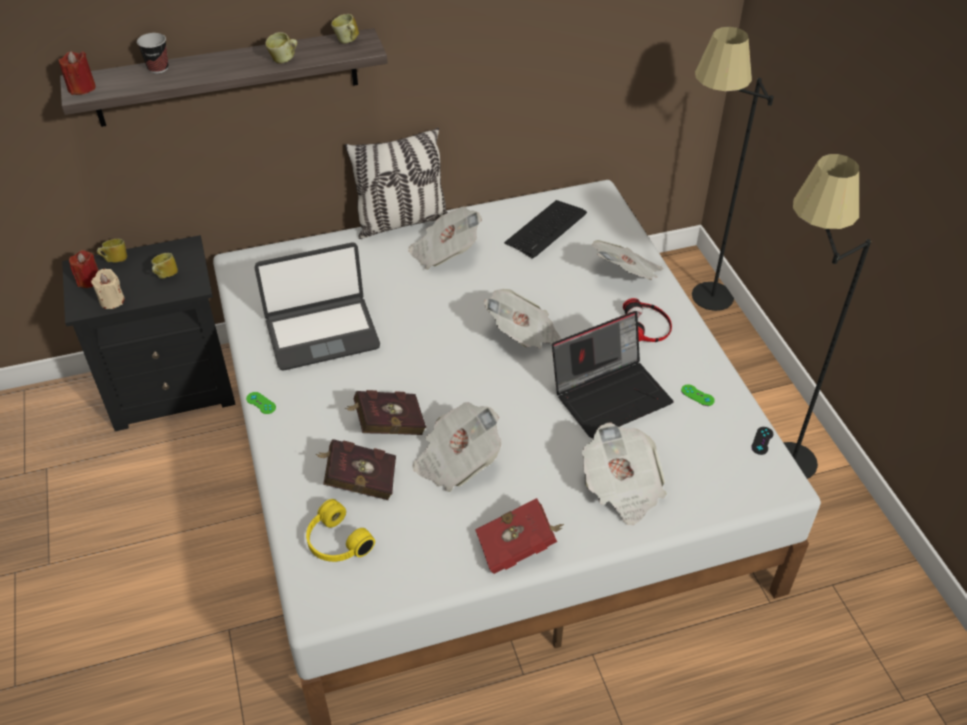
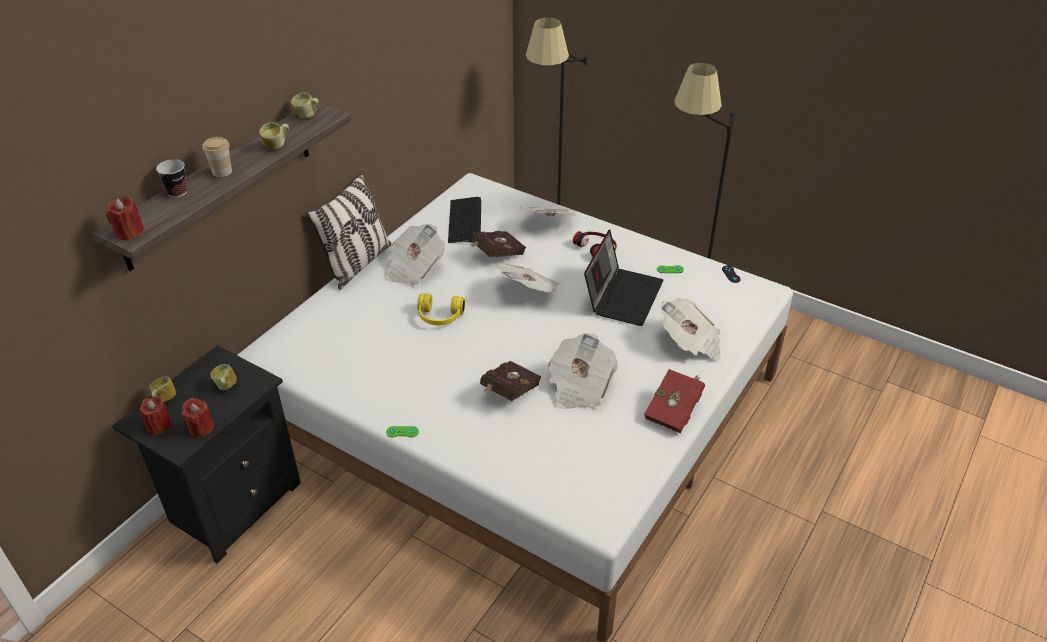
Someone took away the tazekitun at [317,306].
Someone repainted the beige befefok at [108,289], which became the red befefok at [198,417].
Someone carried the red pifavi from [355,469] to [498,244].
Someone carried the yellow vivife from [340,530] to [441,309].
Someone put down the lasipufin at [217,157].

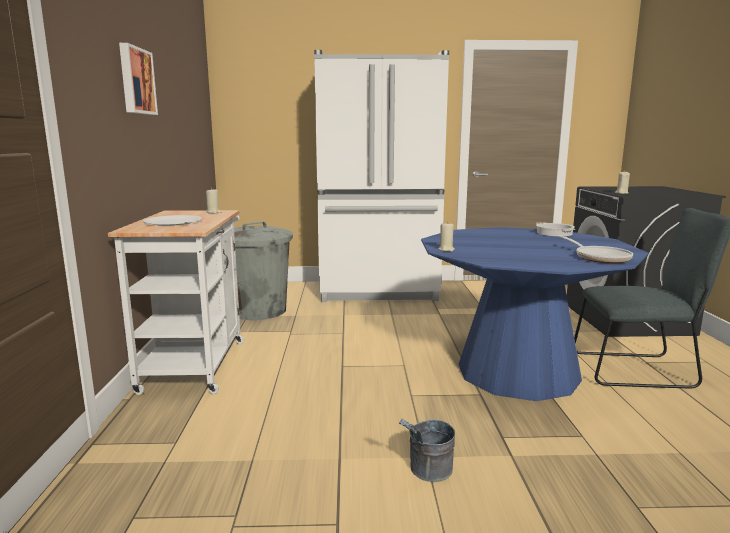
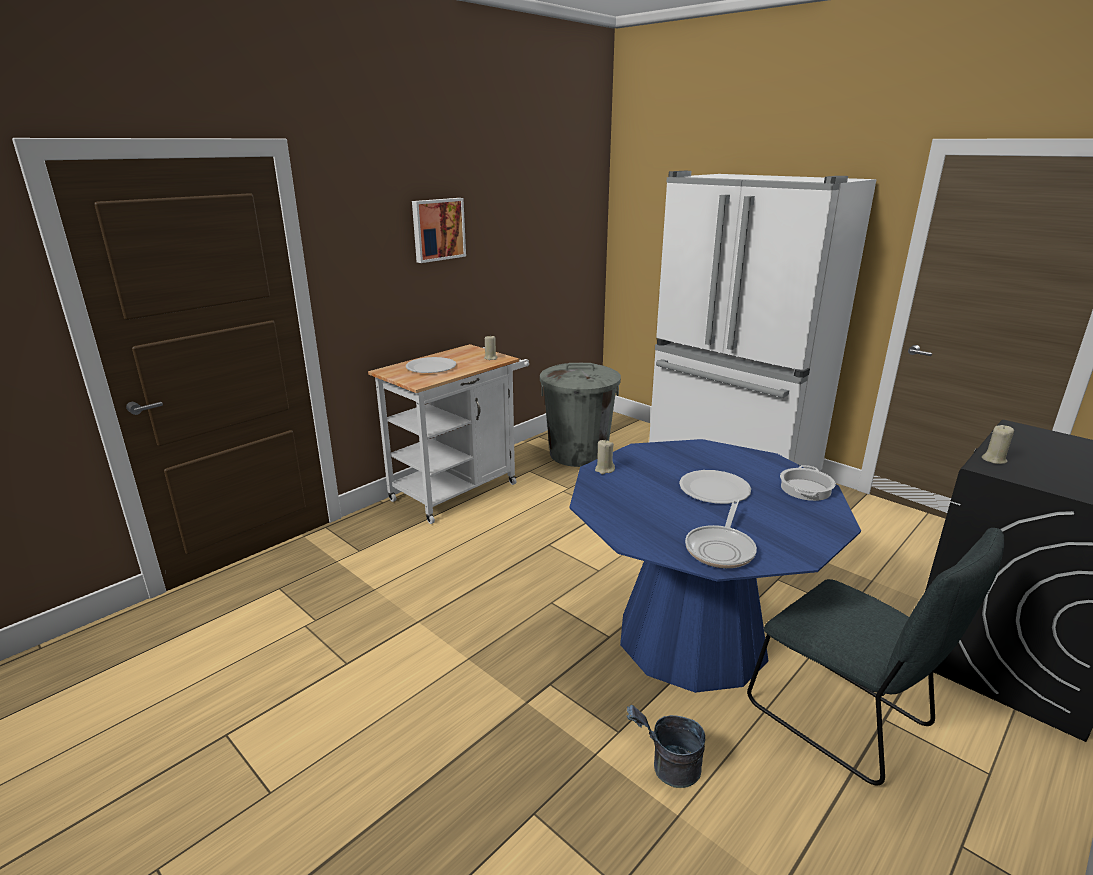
Someone carried the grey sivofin from [427,450] to [666,746].
Someone put down the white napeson at [715,487].

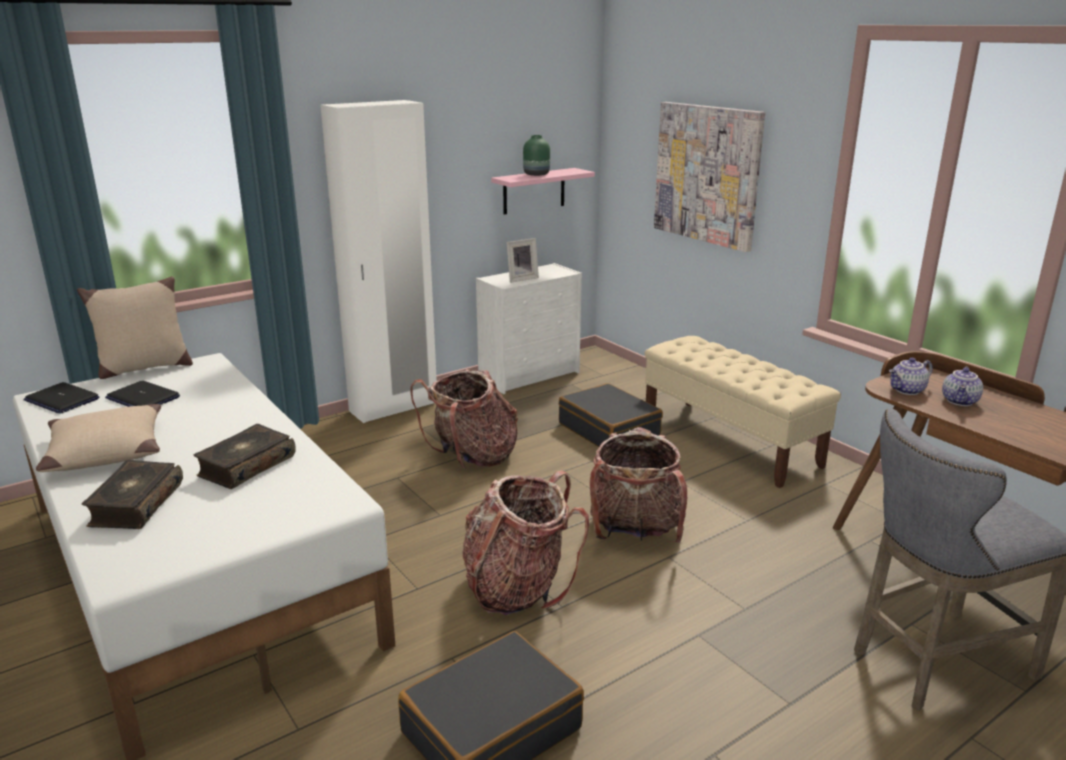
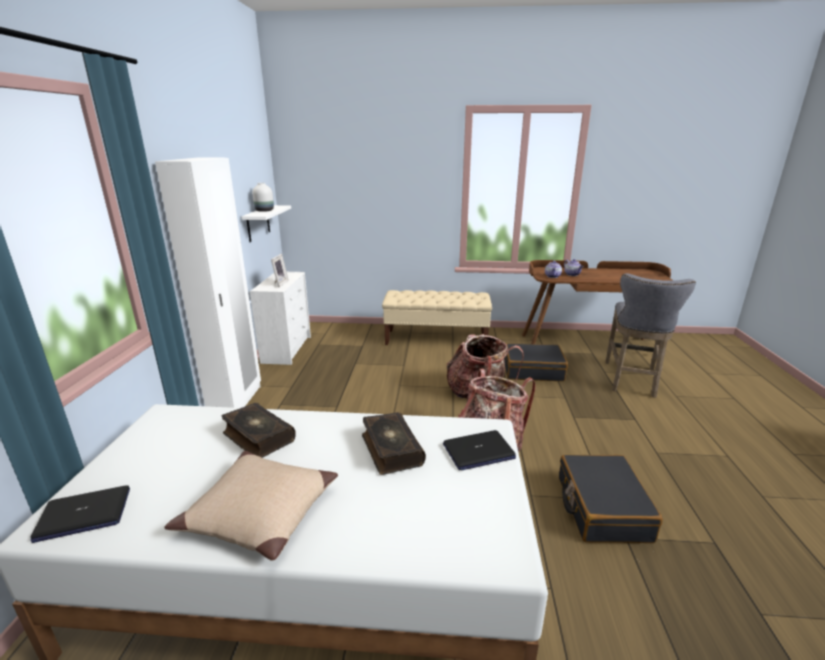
Someone took away the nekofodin at [709,177].
Someone repainted the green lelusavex at [536,155], which became the white lelusavex at [263,197].
Someone repainted the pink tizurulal at [543,191], which became the white tizurulal at [266,223].
Someone took away the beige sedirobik at [135,327].
Someone took away the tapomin at [464,419].
Someone carried the tazekitun from [142,393] to [479,450].
Someone carried the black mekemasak from [611,415] to [536,362].
Someone carried the pifavi from [132,494] to [259,430].

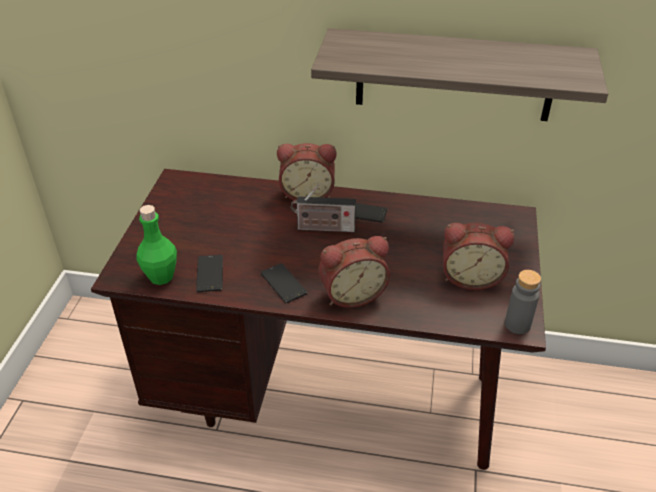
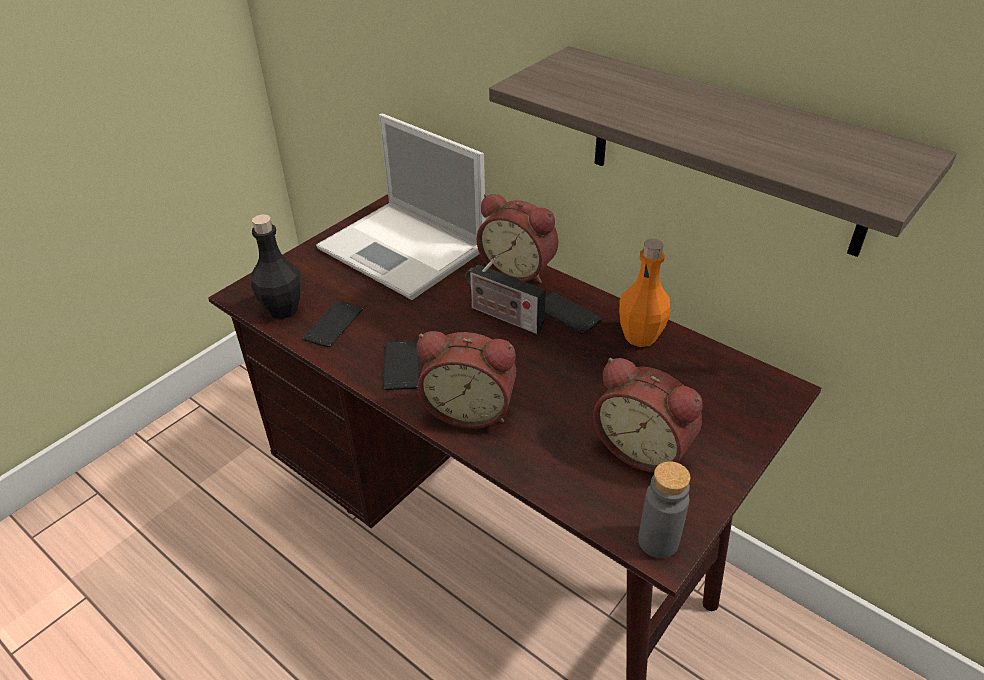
Someone repainted the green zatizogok at [157,245], which became the black zatizogok at [276,266].
Someone put down the tazekitun at [401,207].
Someone put down the orange zatizogok at [644,293].

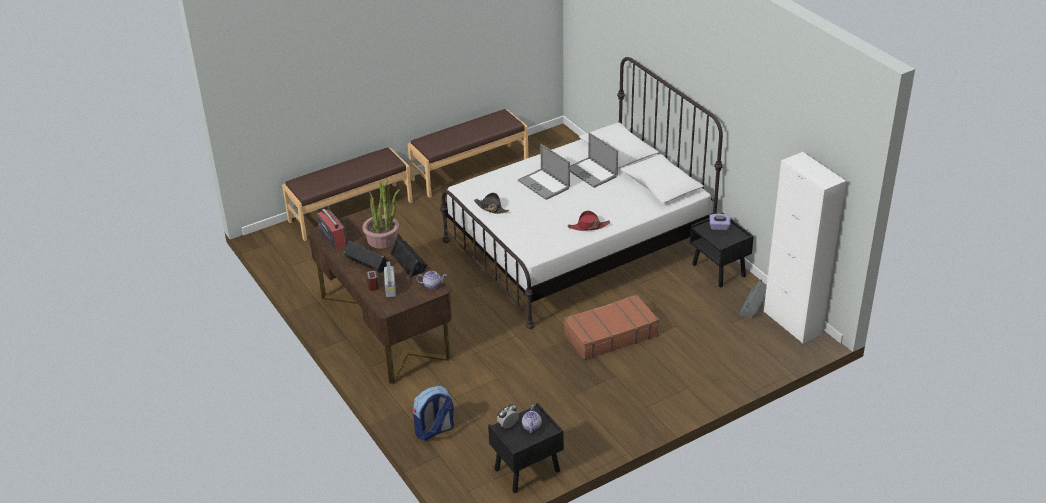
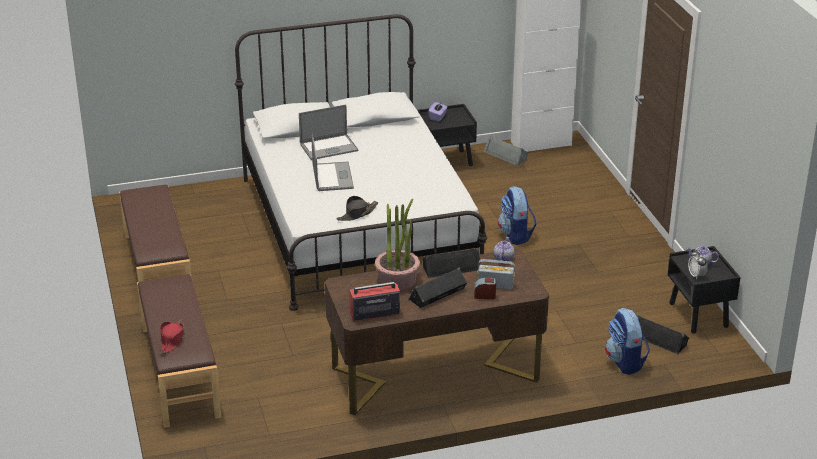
Someone rotated the tazekitun at [544,172] by 75 degrees counterclockwise.
Someone carried the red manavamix from [589,221] to [172,337].
Someone swapped the brown mekemasak at [611,327] for the tapomin at [517,215].
Someone put down the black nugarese at [663,335].

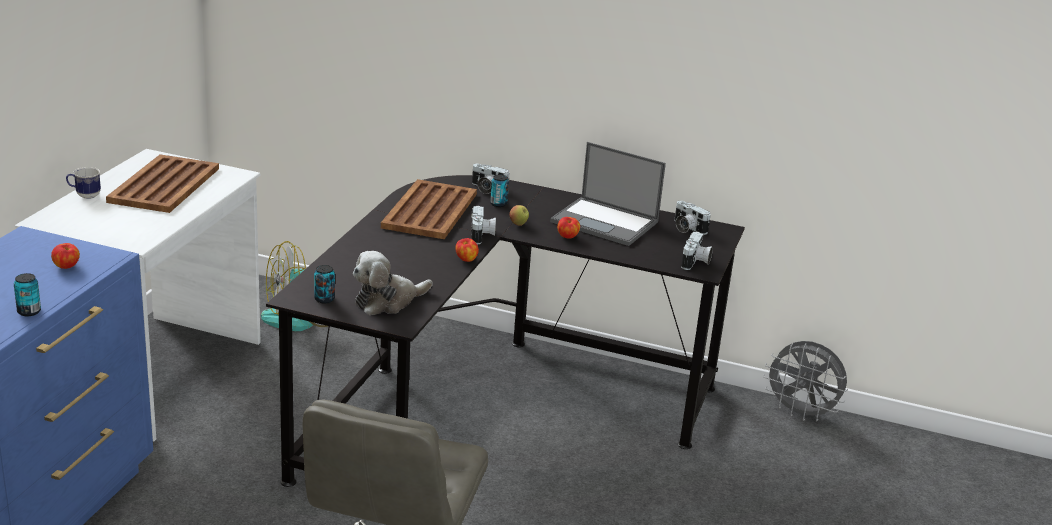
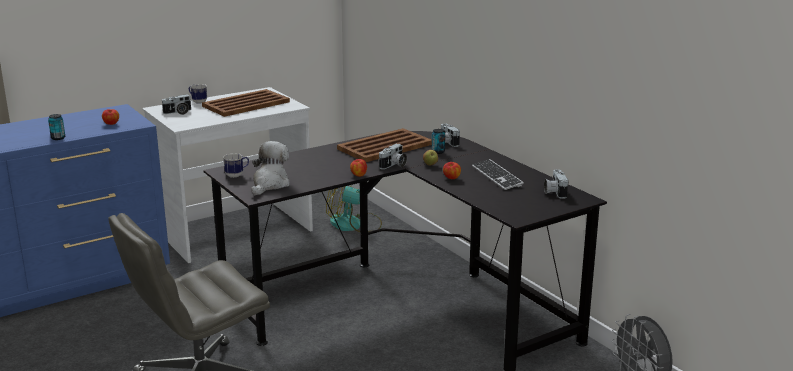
Someone swapped the tazekitun at [608,194] for the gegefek at [498,174].
Someone carried the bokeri from [697,251] to [176,104].
Someone rotated the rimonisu at [392,283] by 105 degrees clockwise.
Someone swapped the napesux at [324,284] for the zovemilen at [236,165].

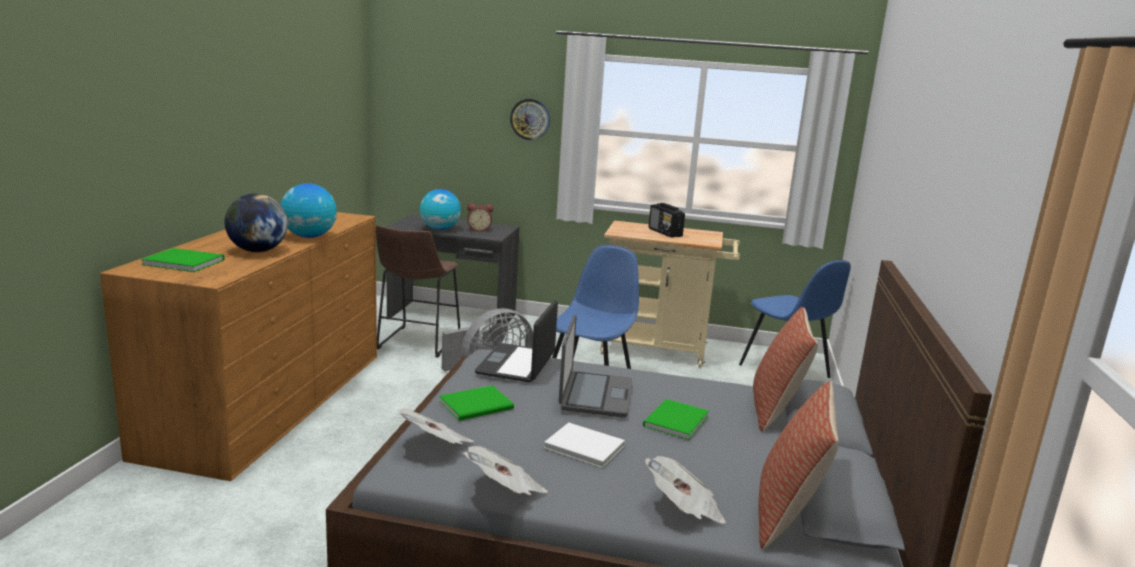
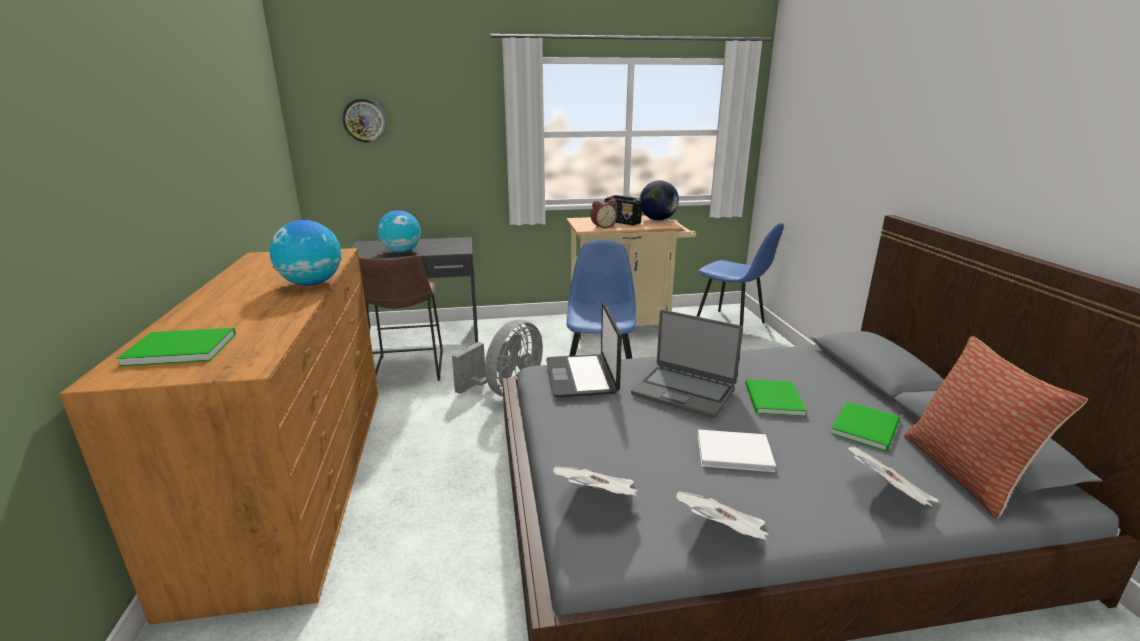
Someone carried the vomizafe from [530,119] to [364,121].
Someone carried the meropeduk from [256,222] to [659,200].
Someone carried the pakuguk from [480,217] to [604,213].
Someone took away the sedirobik at [785,369].
Someone rotated the tazekitun at [595,366] by 135 degrees clockwise.
Someone carried the green pifavi from [476,403] to [865,426].

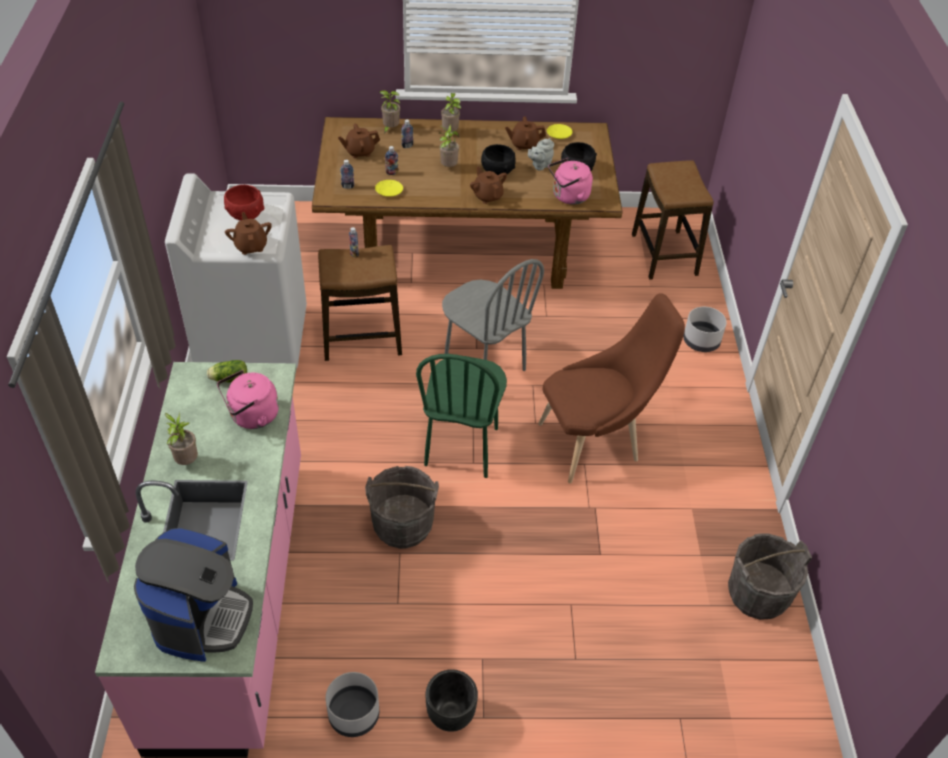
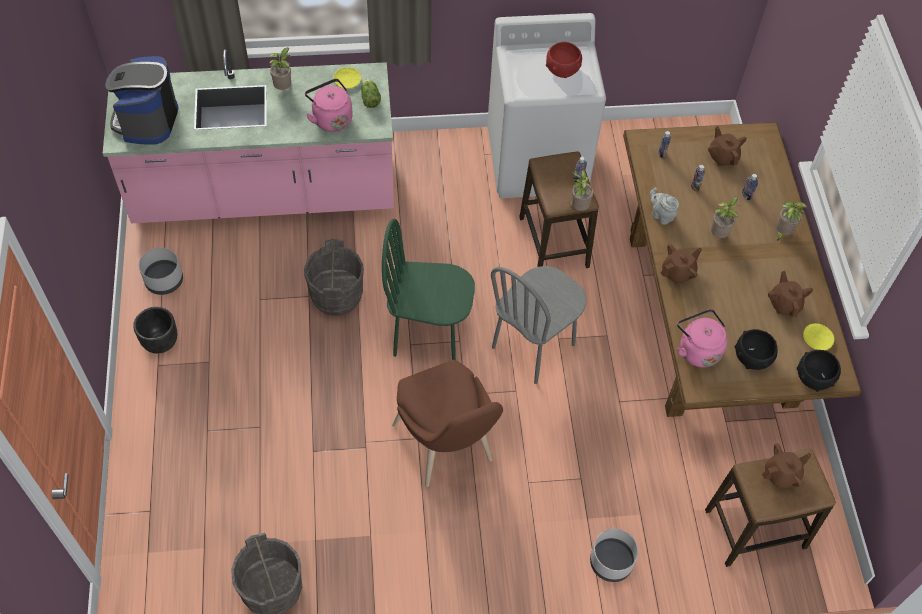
Someone carried the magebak from [389,111] to [581,190].
Someone carried the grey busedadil from [541,154] to [664,206].
Someone carried the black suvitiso from [498,159] to [819,371].
Someone carried the yellow napeson from [389,188] to [347,78].
Someone carried the brown busedadil from [248,233] to [787,465].
Someone rotated the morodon at [193,595] by 90 degrees clockwise.

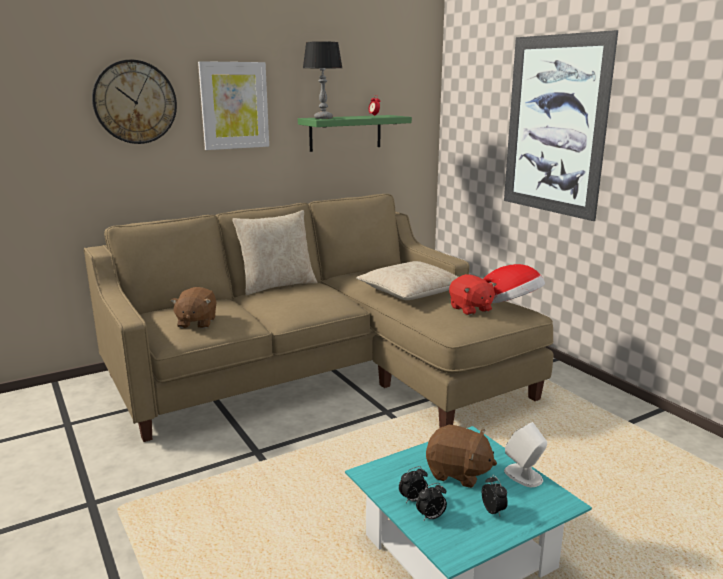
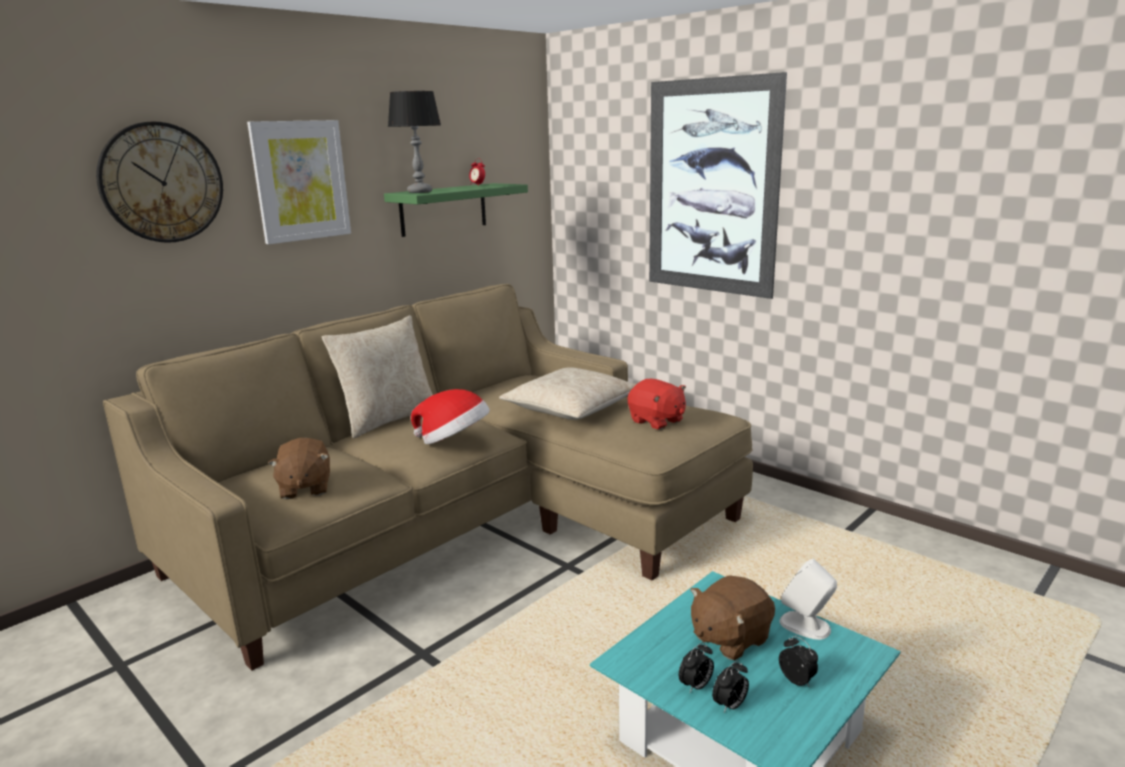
Someone carried the manavamix from [514,283] to [450,416].
Someone rotated the brown rimonisu at [461,456] by 135 degrees clockwise.

